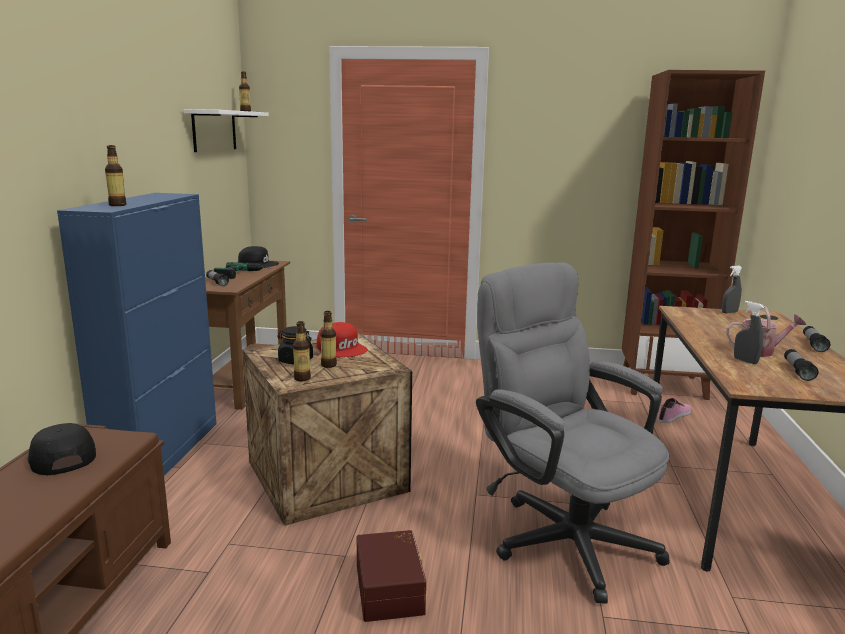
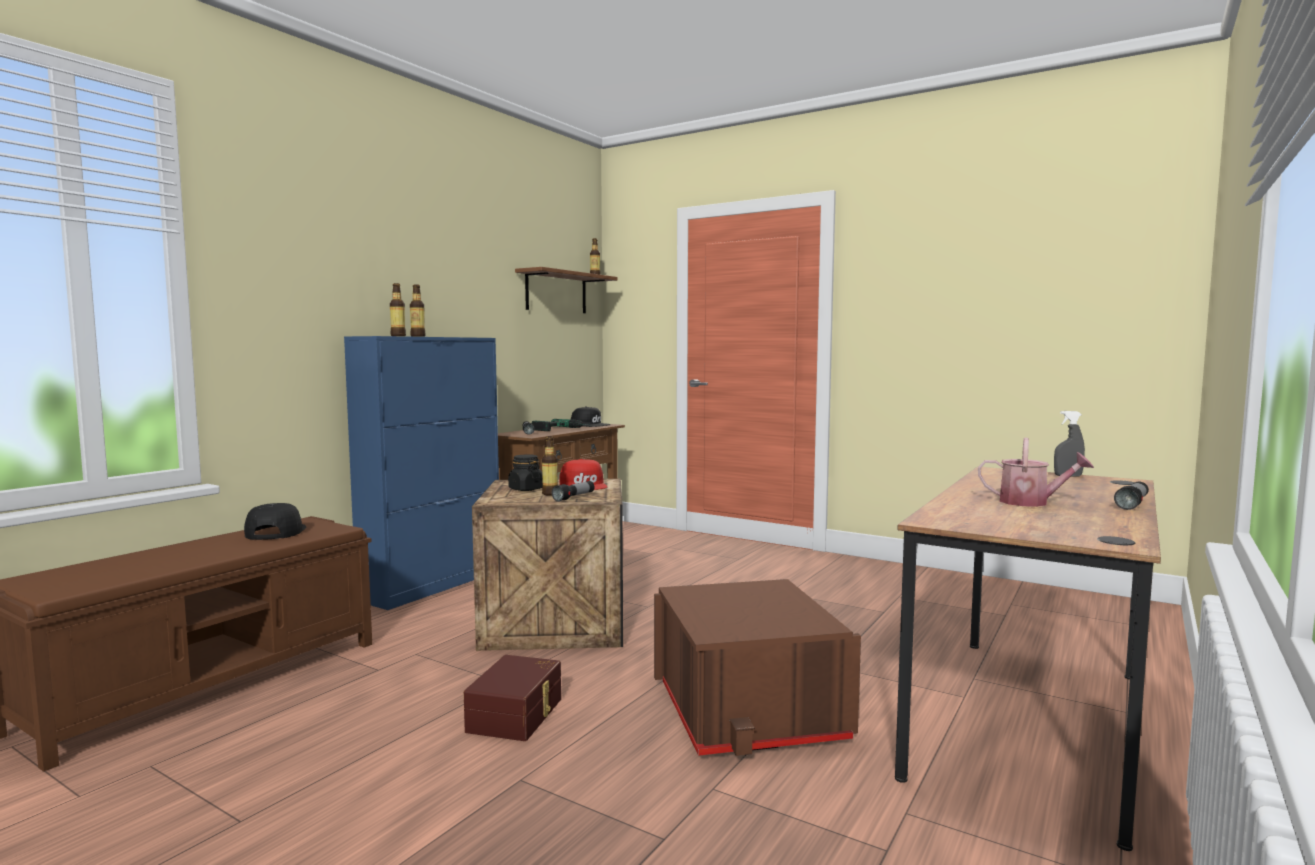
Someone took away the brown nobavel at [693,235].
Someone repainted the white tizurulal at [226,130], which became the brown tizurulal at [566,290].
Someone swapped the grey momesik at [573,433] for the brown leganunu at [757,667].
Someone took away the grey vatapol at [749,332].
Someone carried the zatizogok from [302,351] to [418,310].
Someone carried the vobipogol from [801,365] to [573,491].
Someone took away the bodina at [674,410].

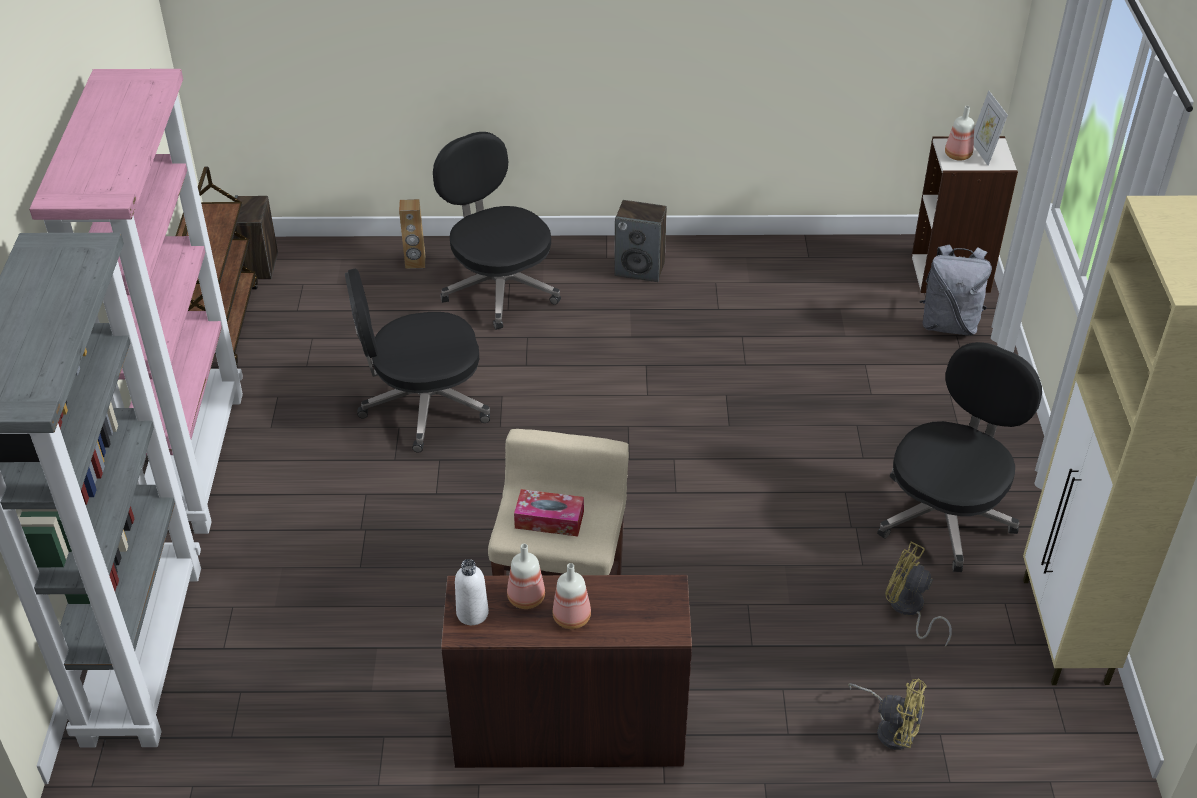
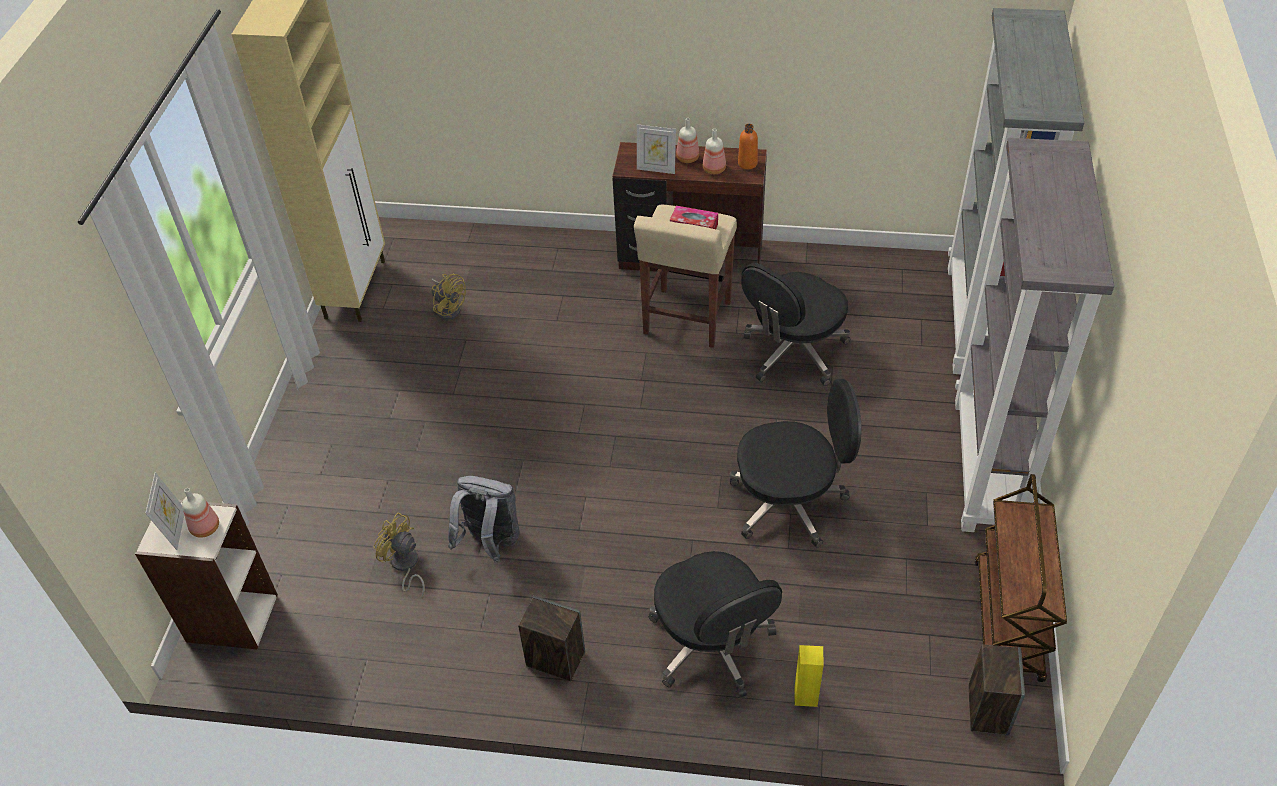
Someone repainted the pink nobavel at [136,301], which became the grey nobavel at [1034,335].
Someone repainted the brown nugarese at [412,234], which became the yellow nugarese at [809,676].
Someone carried the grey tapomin from [955,290] to [484,519].
Someone carried the black momesik from [959,457] to [795,324].
Someone repainted the white zatizogok at [472,592], which became the orange zatizogok at [748,146].
Someone carried the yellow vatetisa from [887,714] to [399,555].
Someone put down the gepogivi at [656,149].

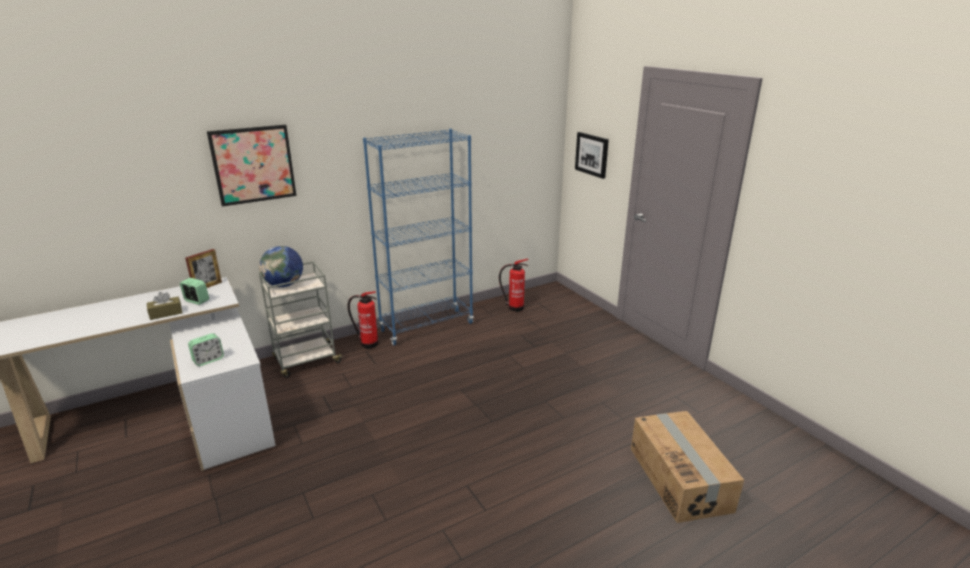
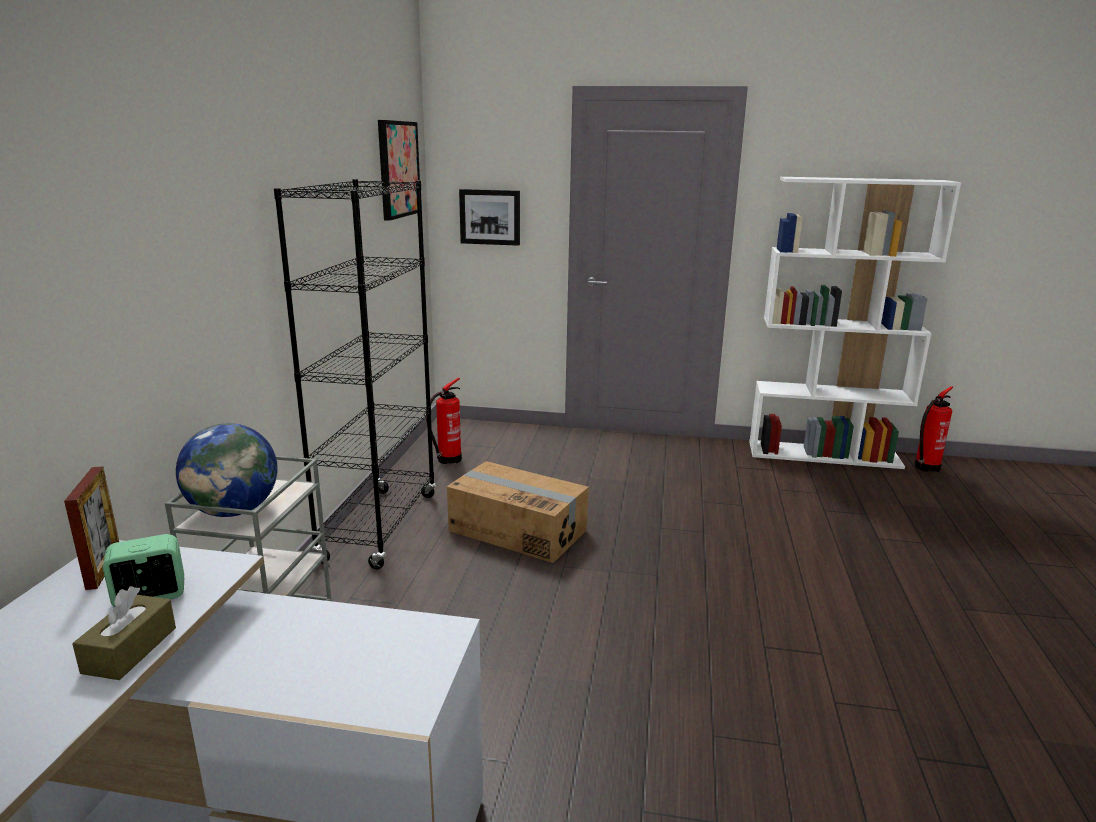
Someone carried the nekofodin from [252,165] to [399,170].
Someone repainted the blue nobavel at [418,237], which became the black nobavel at [355,374].
Someone carried the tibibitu from [363,320] to [934,429].
Someone took away the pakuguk at [206,349].
Someone carried the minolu from [687,467] to [518,512].
Someone put down the white nobavel at [855,323].

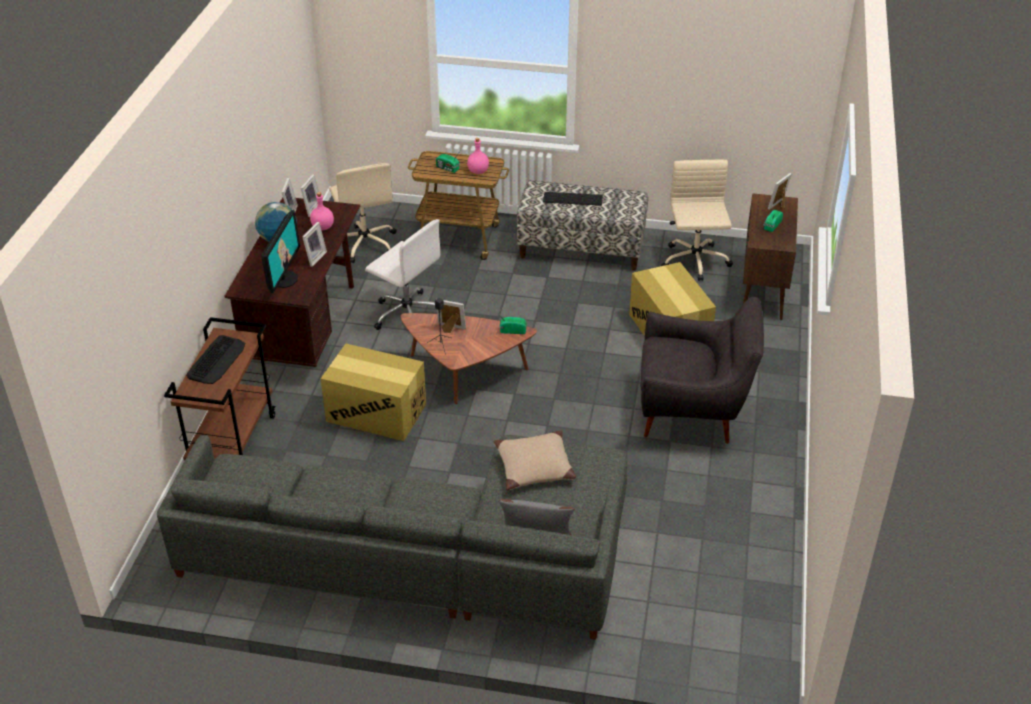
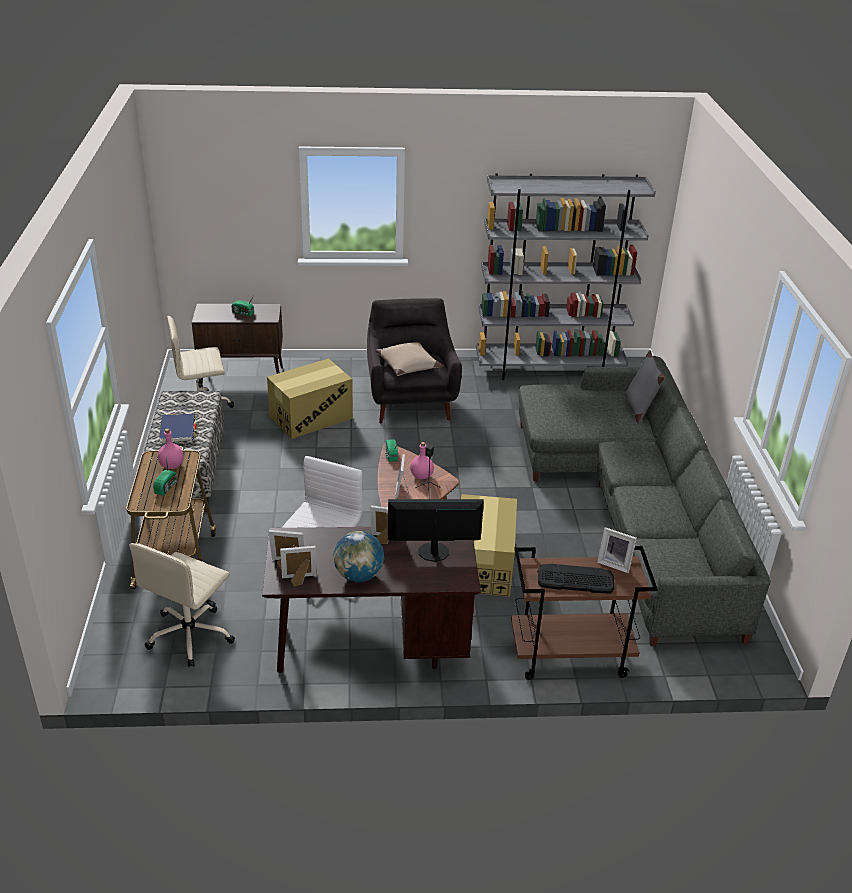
Someone rotated the beige momesik at [363,213] by 150 degrees clockwise.
Someone carried the gepogivi from [780,191] to [617,550].
Someone carried the pink zatizogok from [322,211] to [422,460].
Someone swapped the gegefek at [573,199] for the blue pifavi at [178,428].
Someone carried the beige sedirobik from [535,460] to [409,359].
Someone put down the grey nobavel at [566,276].

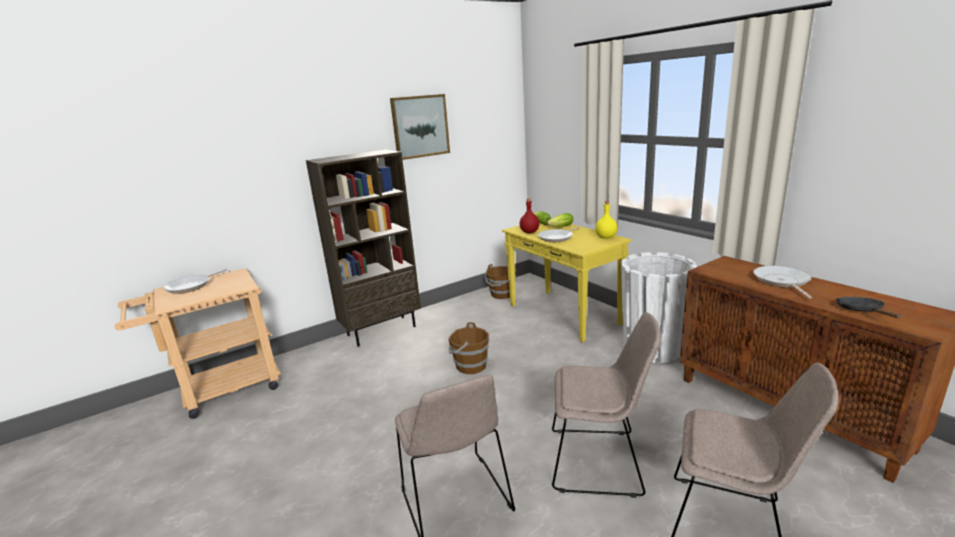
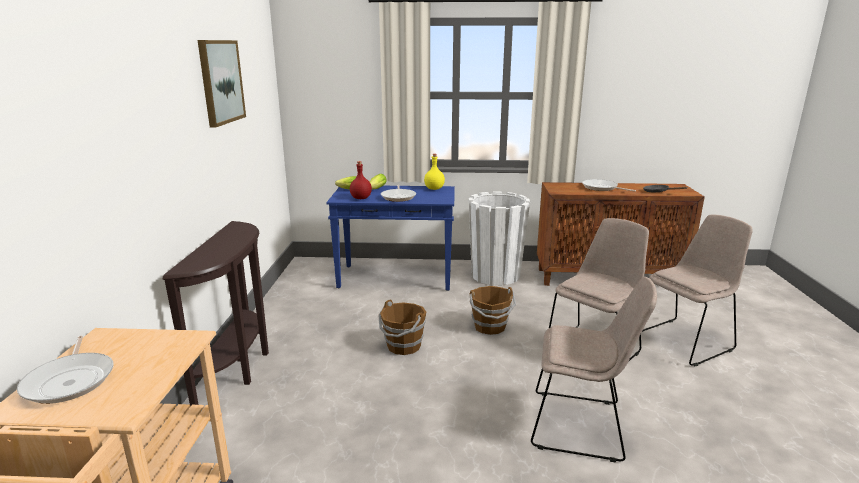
Someone swapped the brown nobavel at [363,248] for the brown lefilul at [216,314].
Someone repainted the yellow lefilul at [567,282], which became the blue lefilul at [390,238].
Someone carried the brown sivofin from [500,281] to [493,310].

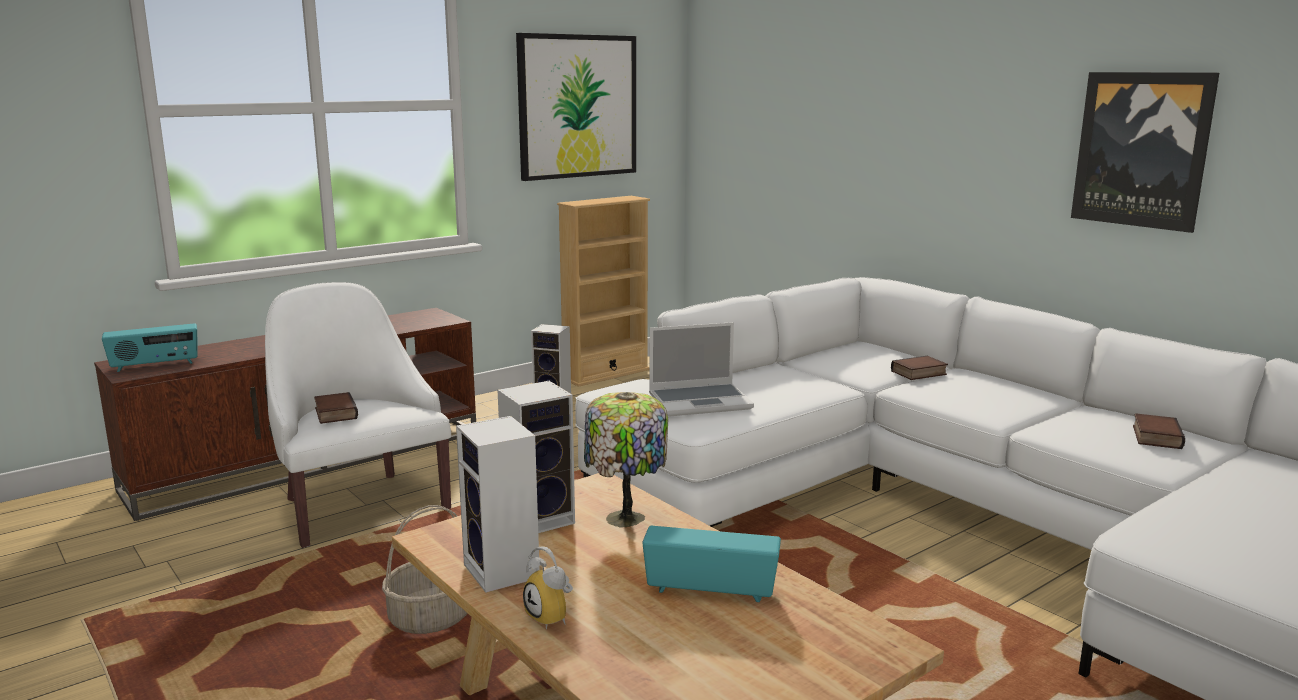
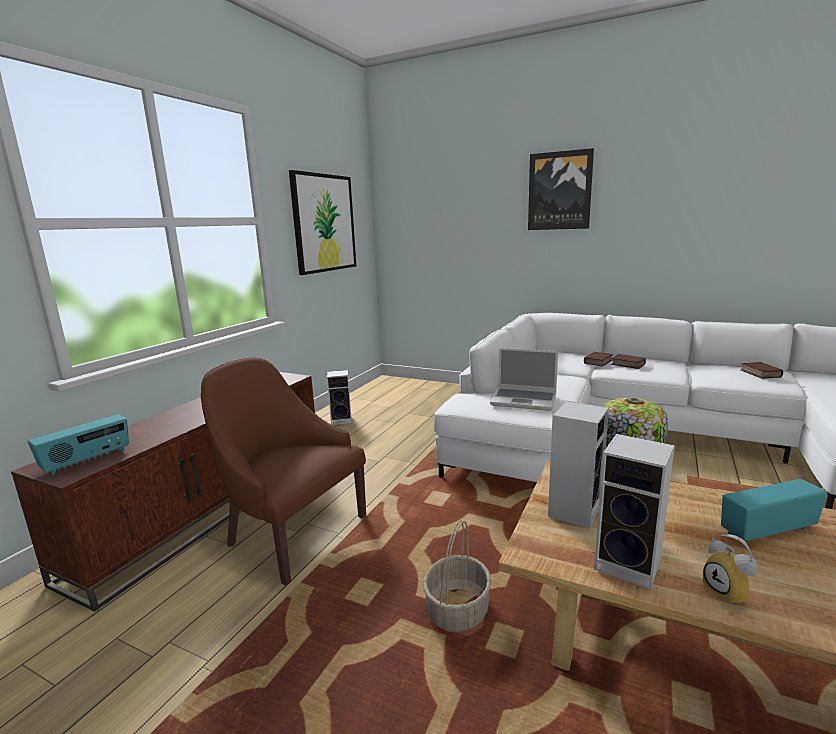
Someone carried the nekofodin from [1145,152] to [561,189].
Someone took away the beige nobavel at [603,291].
Someone repainted the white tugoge at [358,415], which became the brown tugoge at [283,471].
Someone rotated the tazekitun at [701,369] by 60 degrees clockwise.
Someone carried the pifavi from [336,408] to [628,361].
Someone rotated the pakuguk at [548,587] by 45 degrees clockwise.

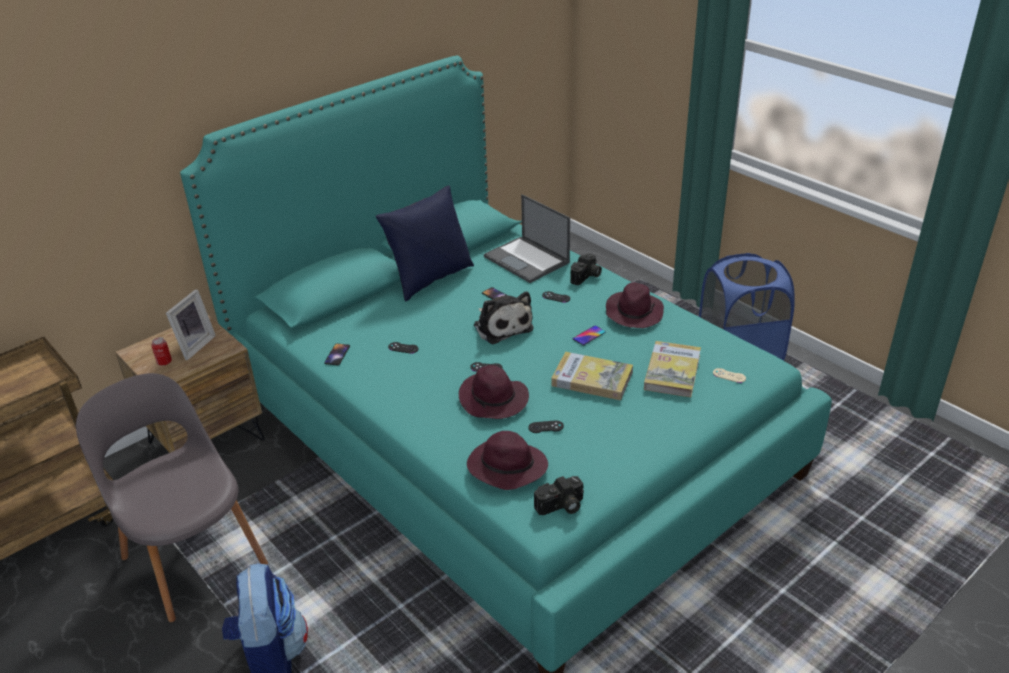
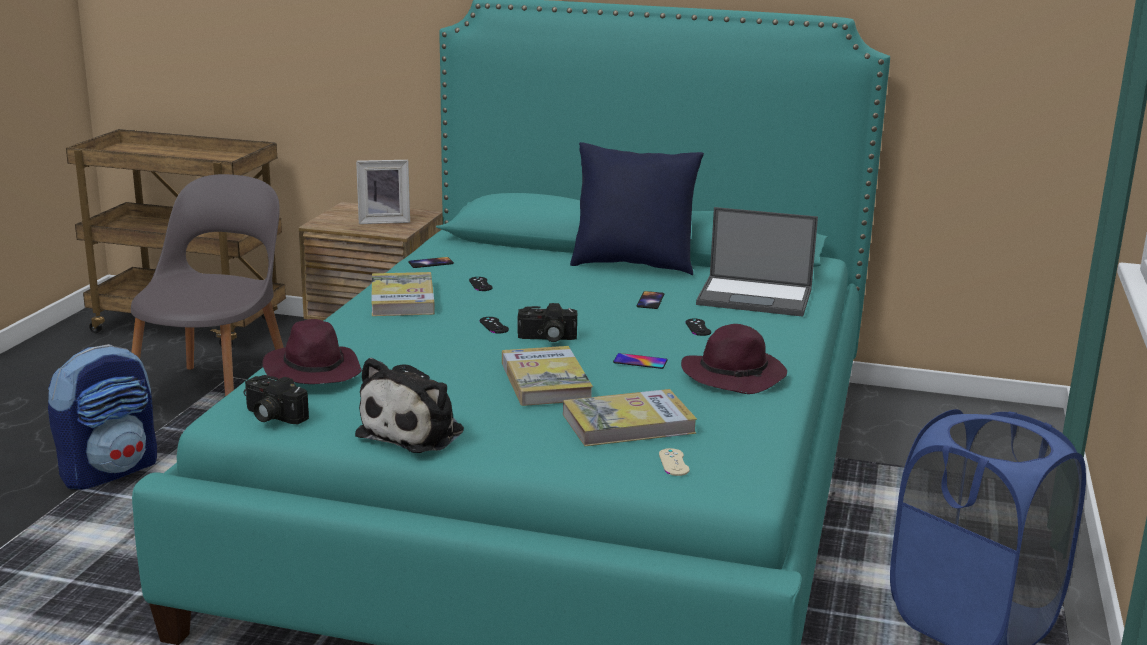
Someone rotated the tazekitun at [527,238] by 90 degrees counterclockwise.
Someone carried the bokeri from [586,269] to [547,322].
Someone carried the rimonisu from [504,317] to [409,405].
Someone took away the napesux at [162,351].
Someone took away the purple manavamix at [494,392].
Someone put down the pifavi at [403,294].

